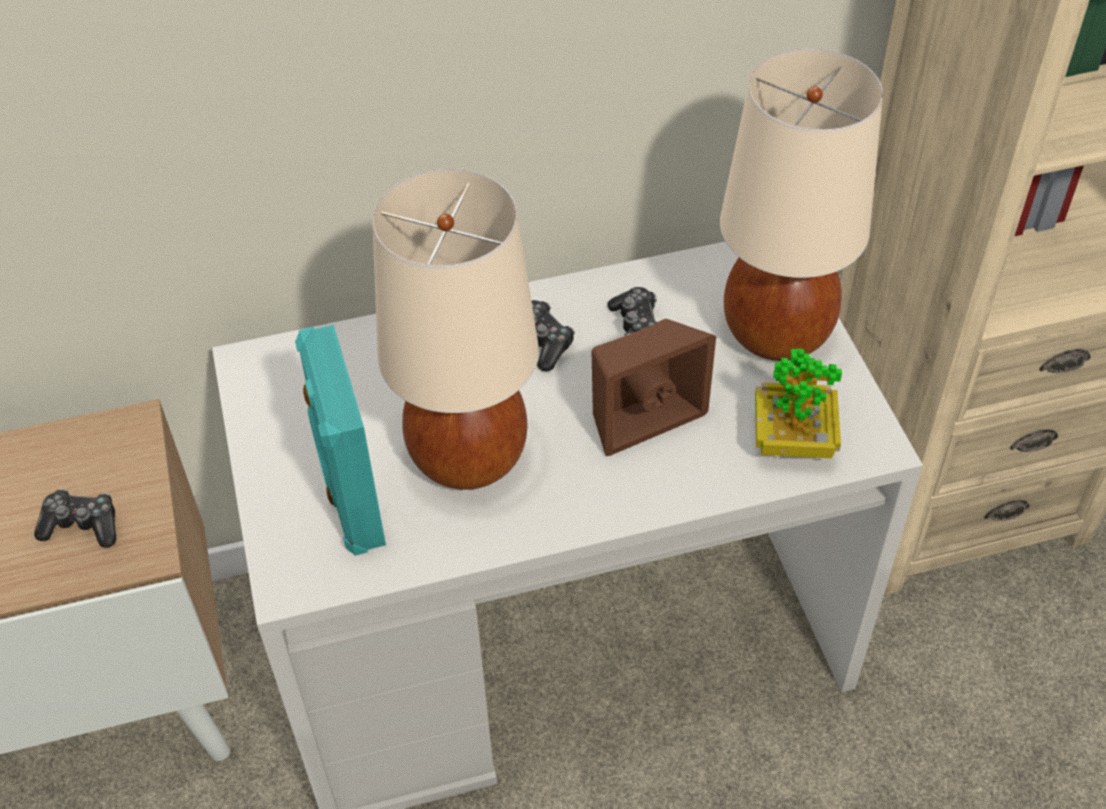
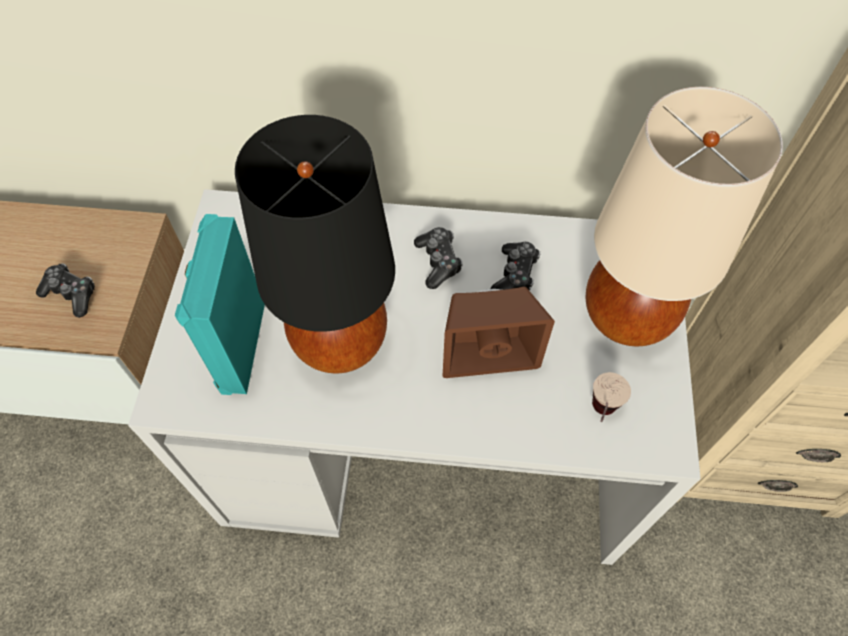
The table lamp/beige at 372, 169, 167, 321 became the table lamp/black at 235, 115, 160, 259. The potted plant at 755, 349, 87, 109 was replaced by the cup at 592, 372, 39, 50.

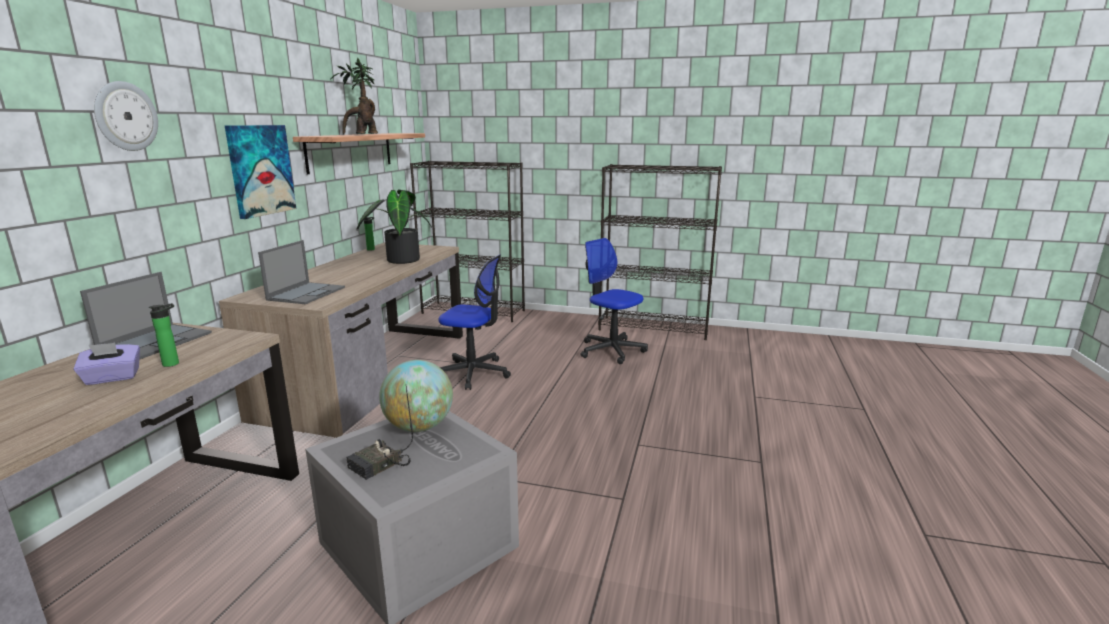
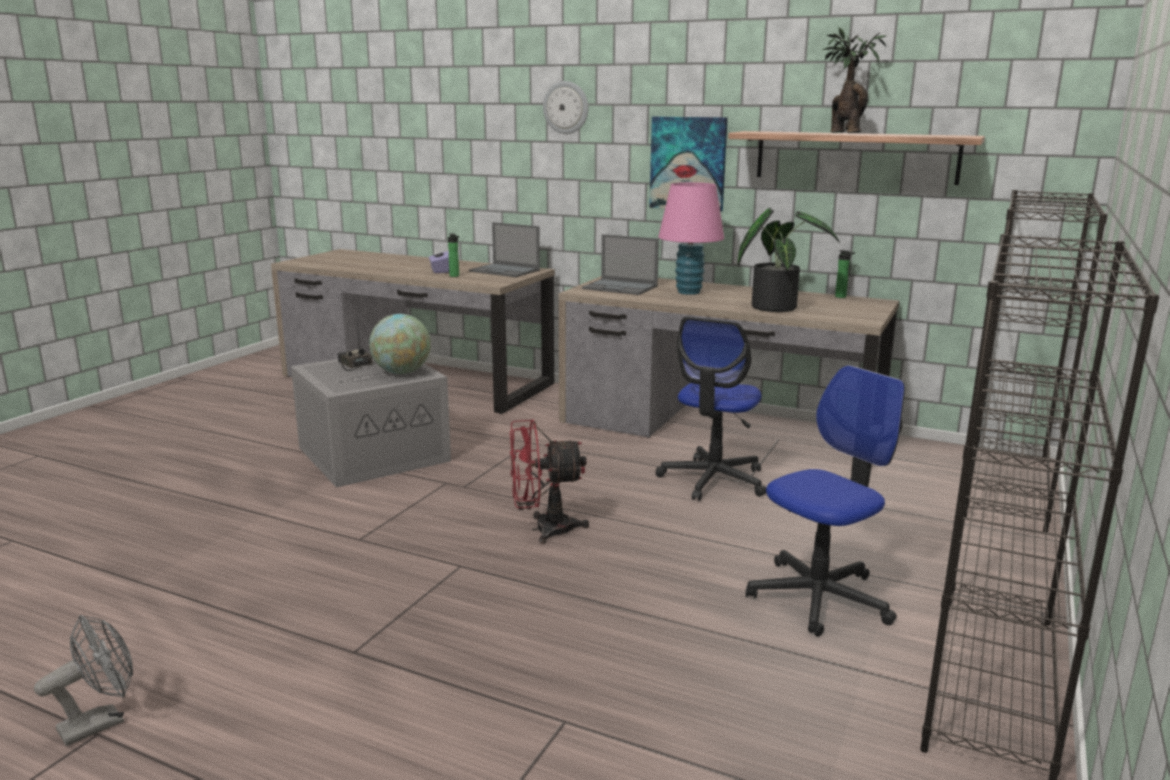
The table lamp/pink at 658, 182, 66, 113 appeared. The fan/red at 510, 419, 79, 125 appeared. The fan/grey at 34, 615, 99, 131 appeared.

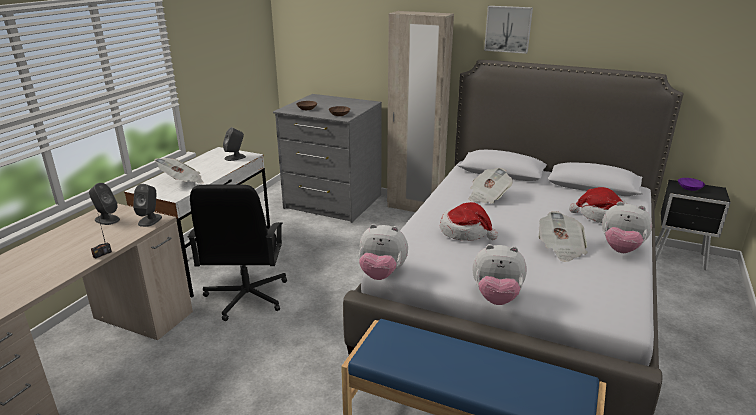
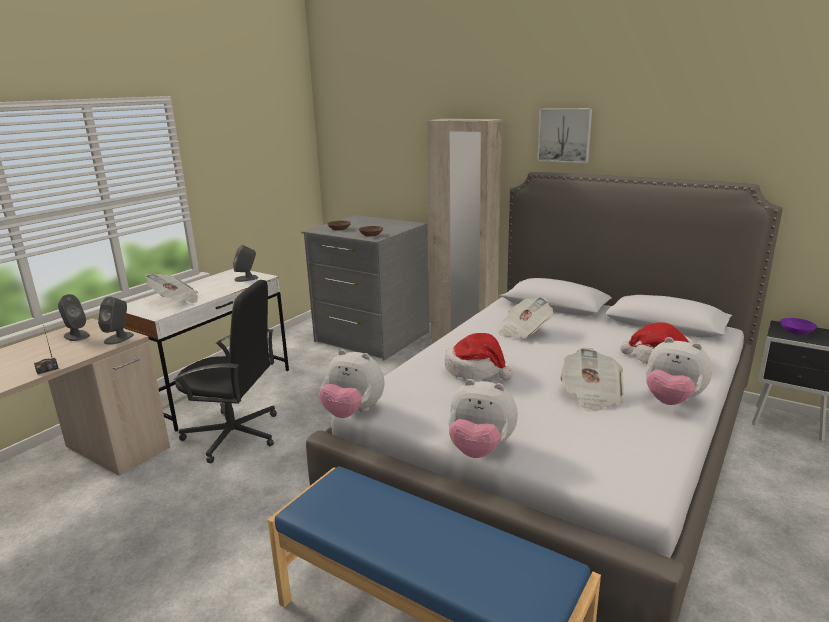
The office chair/black at 188, 184, 99, 137 turned 90 degrees counterclockwise.

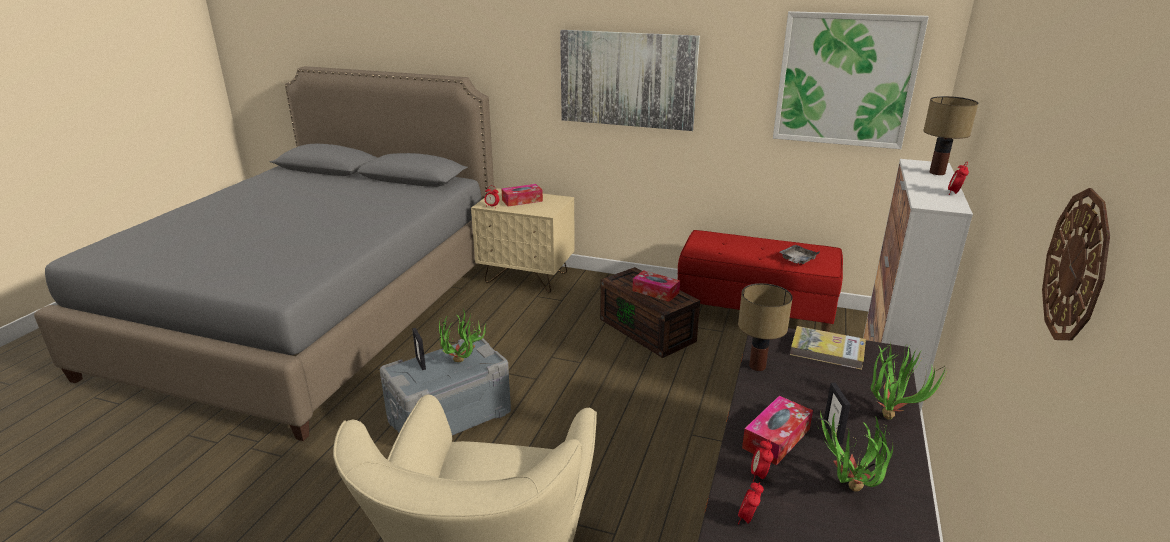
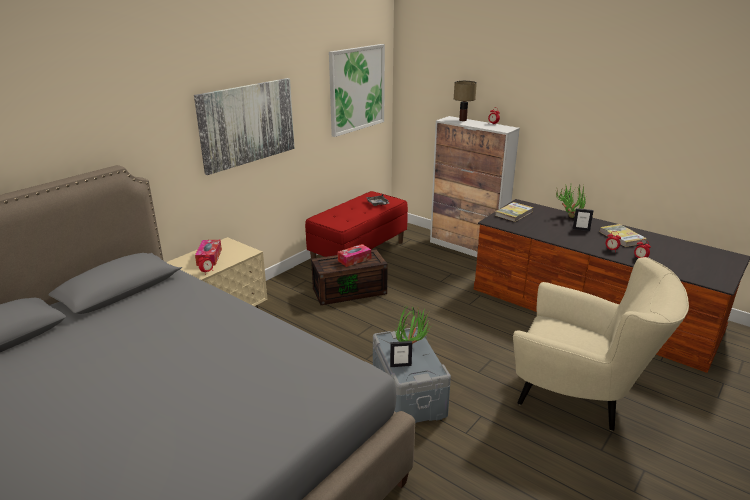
The wall clock at 1042, 188, 68, 152 disappeared. The table lamp at 738, 283, 55, 88 disappeared. The tissue box at 742, 396, 71, 70 disappeared. The potted plant at 818, 411, 75, 81 was replaced by the book at 600, 224, 47, 23.

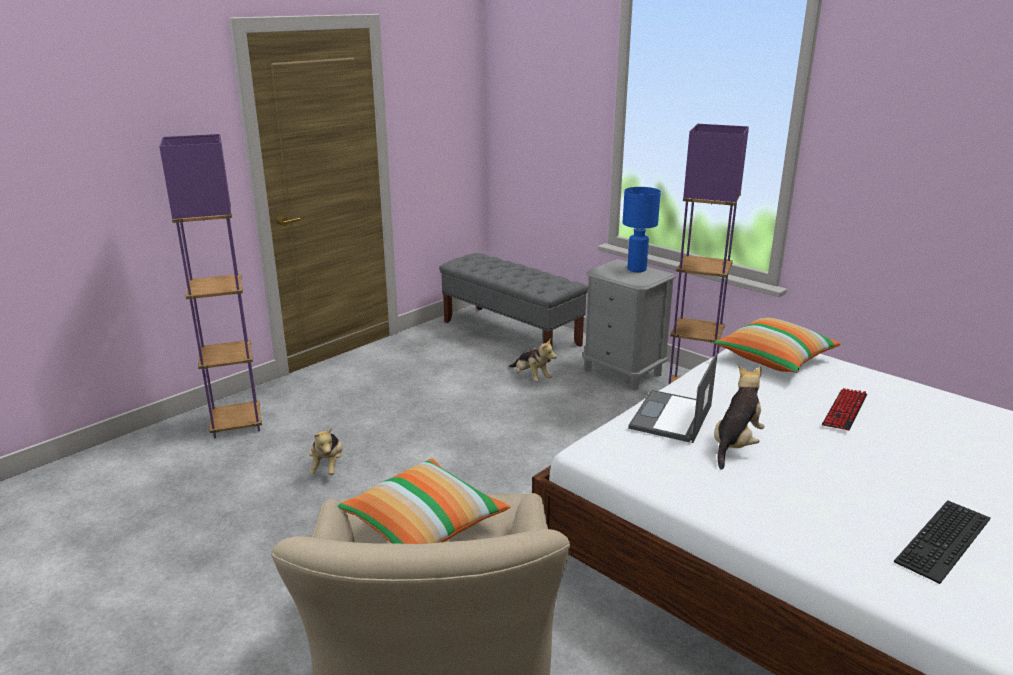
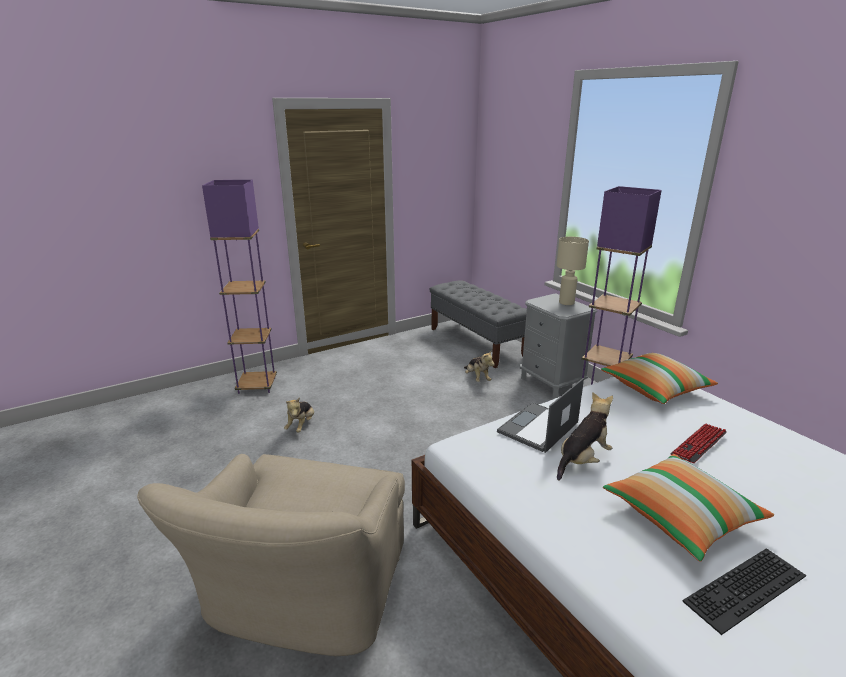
The table lamp/blue at 623, 187, 38, 85 became the table lamp/beige at 556, 237, 33, 68. The pillow moved from 337, 459, 173, 85 to 603, 454, 171, 108.

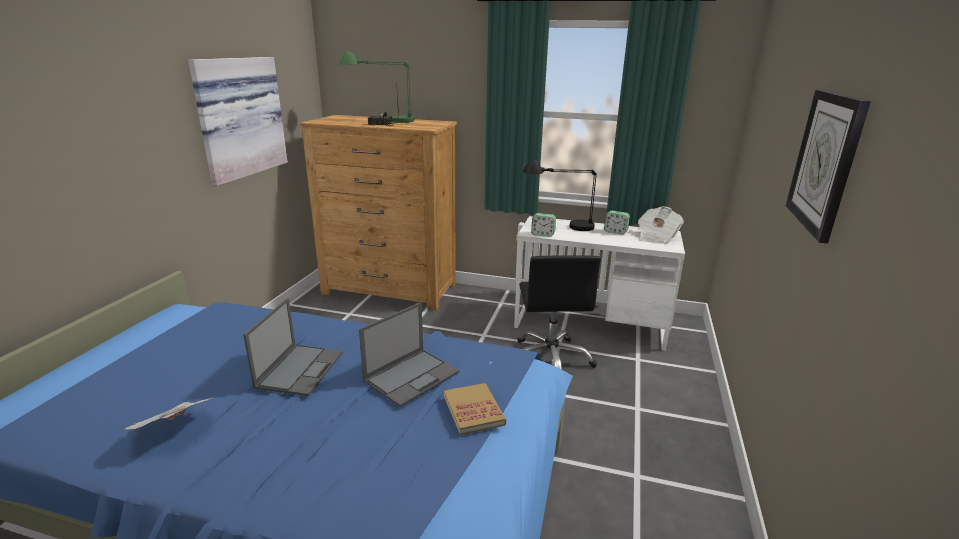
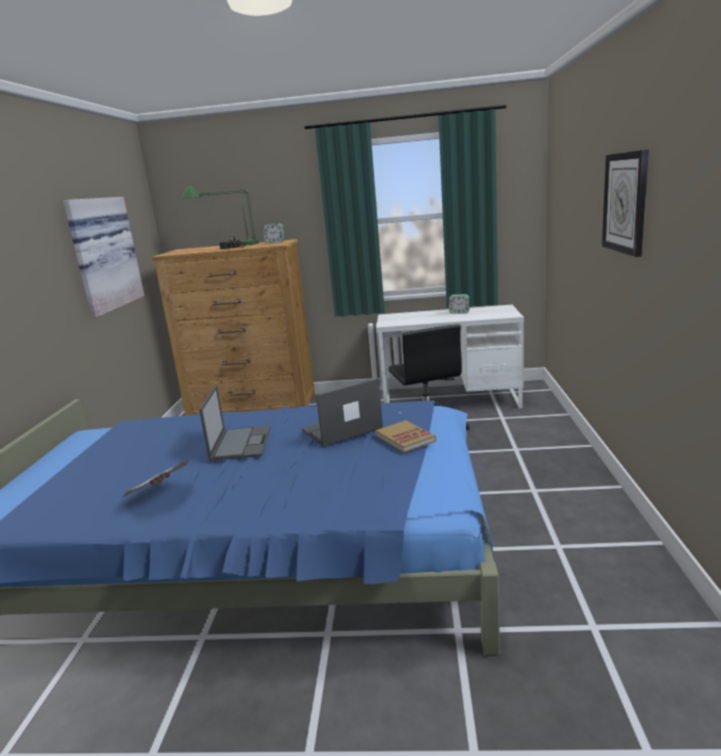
The table lamp/black at 523, 159, 74, 72 disappeared. The newspaper at 638, 206, 46, 36 disappeared. The alarm clock moved from 531, 213, 25, 24 to 262, 223, 23, 20. The laptop at 359, 302, 100, 105 turned 150 degrees counterclockwise.

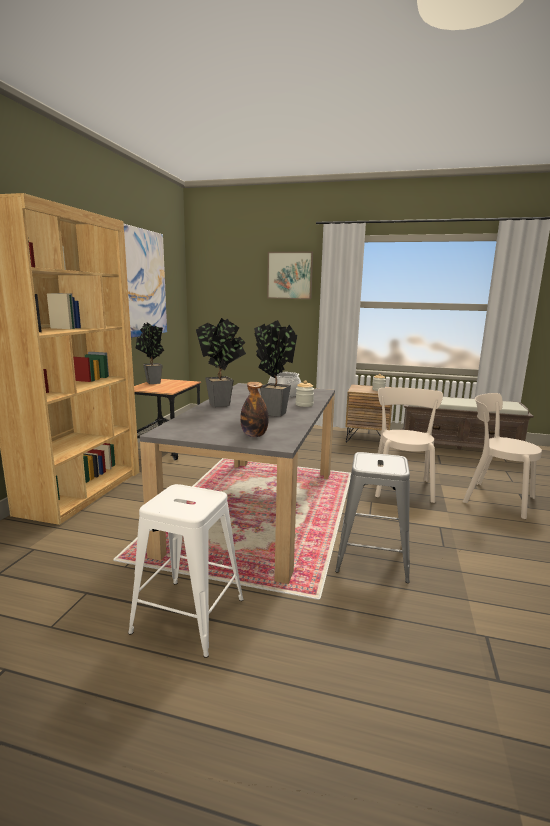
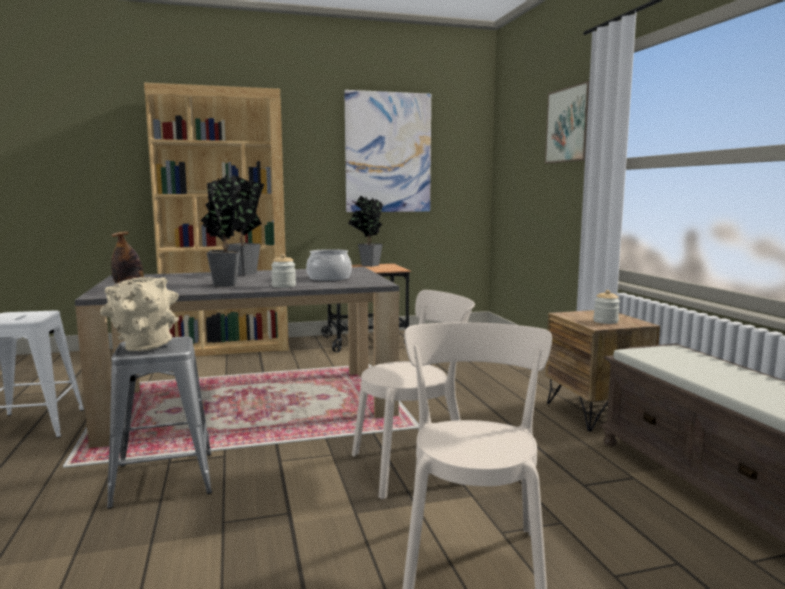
The vase/beige at 100, 277, 79, 75 appeared.

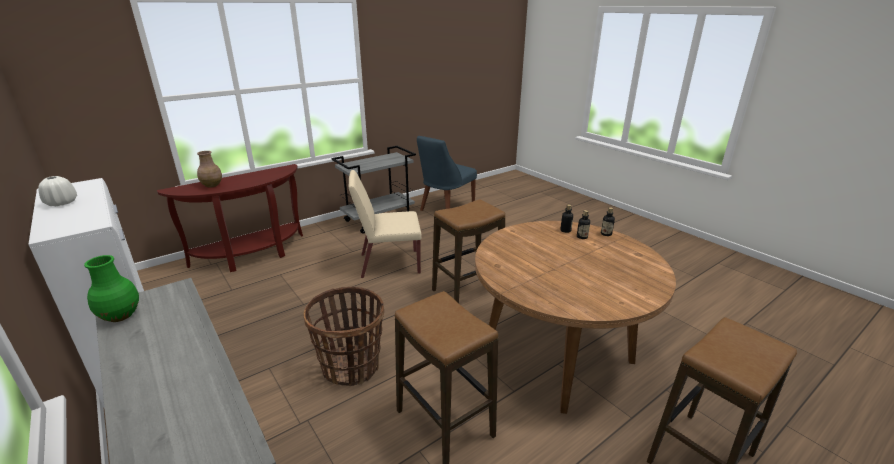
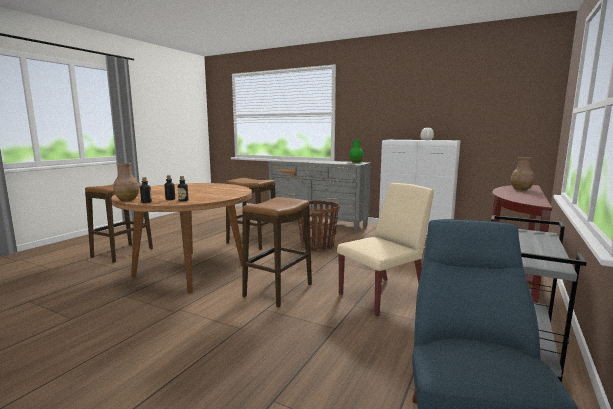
The vase/brown at 113, 163, 26, 38 appeared.

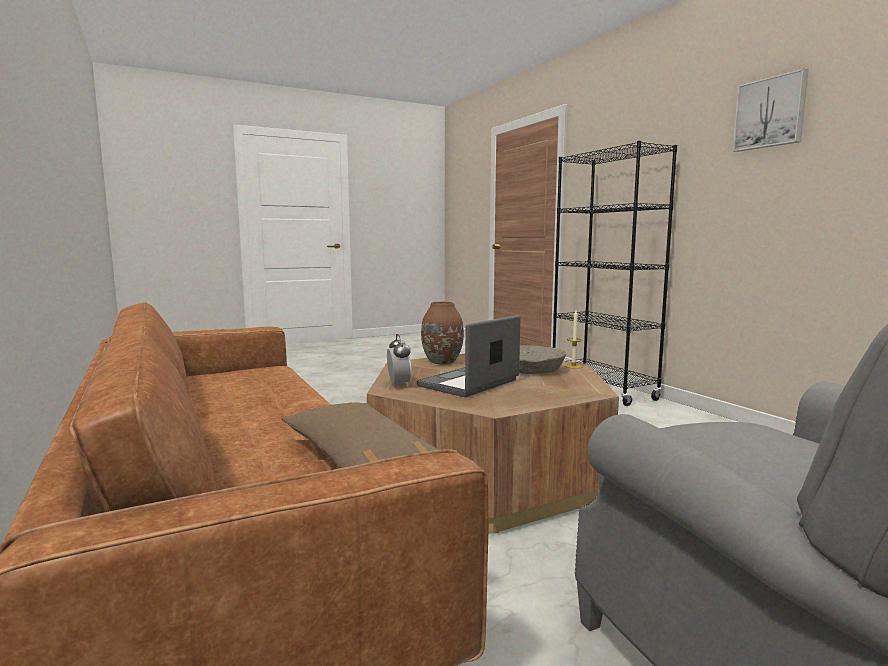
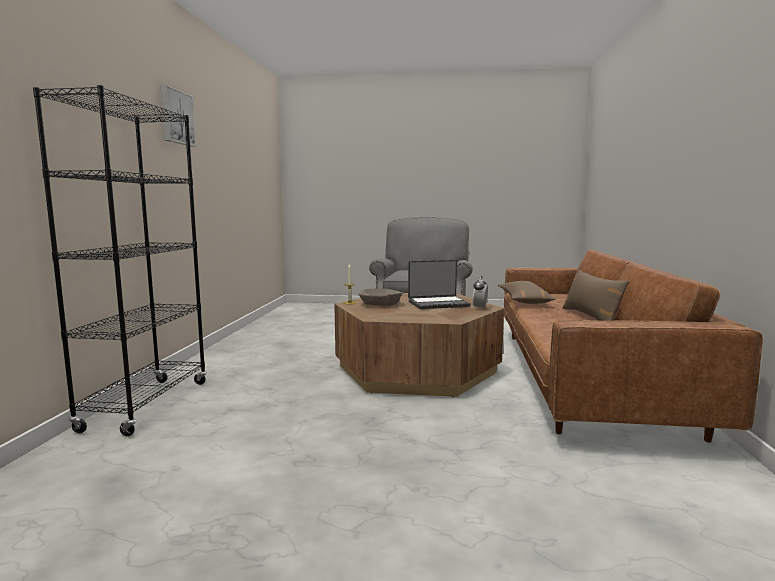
The vase/brown at 421, 301, 43, 64 disappeared. The pillow/brown at 562, 269, 68, 52 appeared.

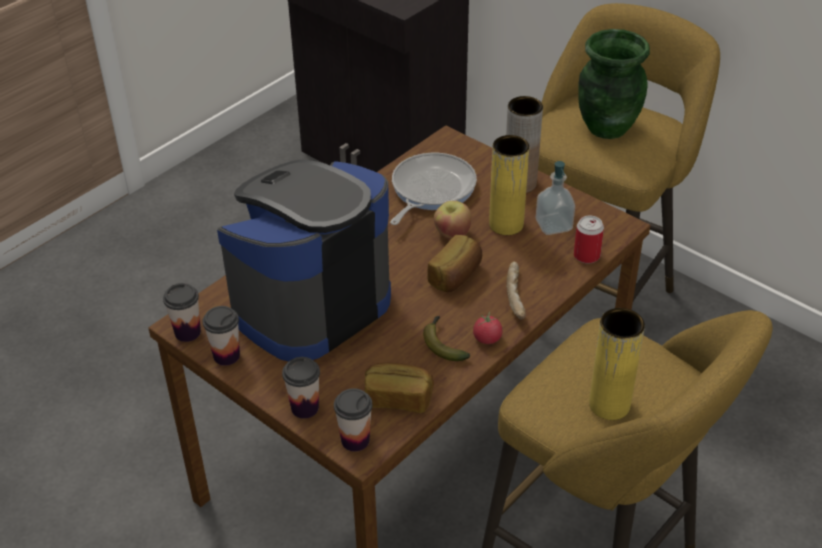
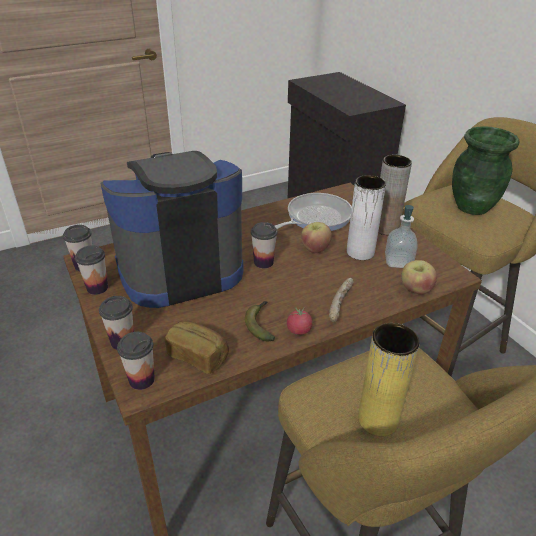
The vase/yellow at 489, 135, 40, 100 became the vase/white at 347, 175, 39, 85. The can at 574, 215, 30, 49 was replaced by the apple at 401, 260, 36, 34. The bread at 428, 235, 54, 57 disappeared. The cup at 251, 222, 27, 47 appeared.

